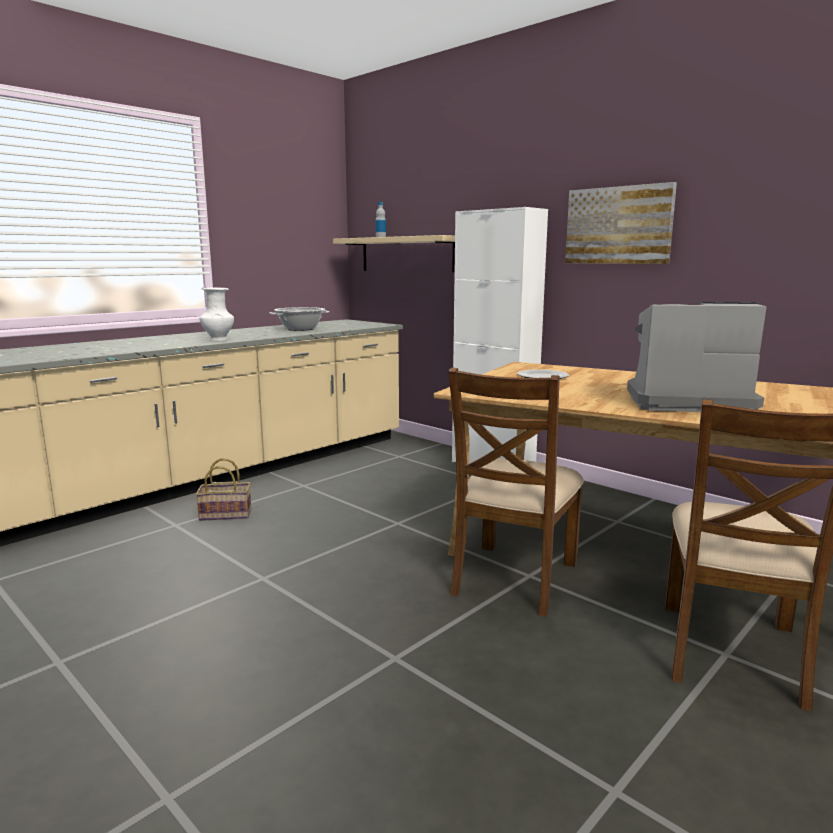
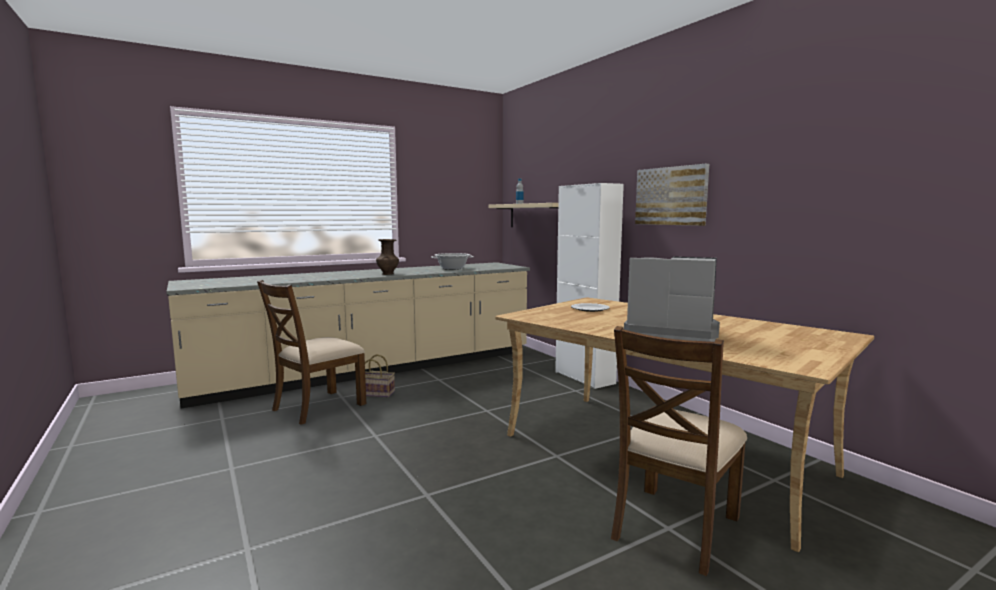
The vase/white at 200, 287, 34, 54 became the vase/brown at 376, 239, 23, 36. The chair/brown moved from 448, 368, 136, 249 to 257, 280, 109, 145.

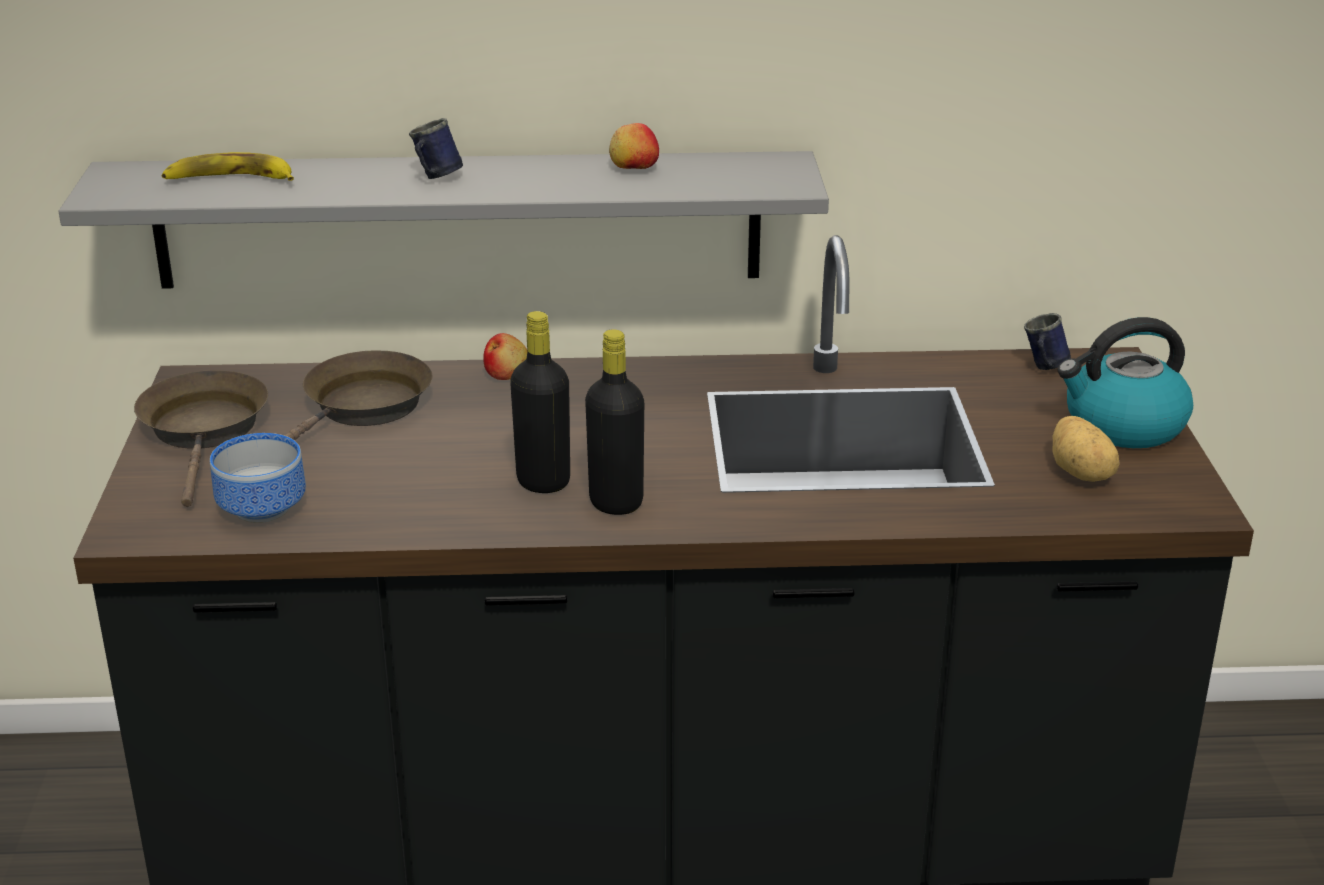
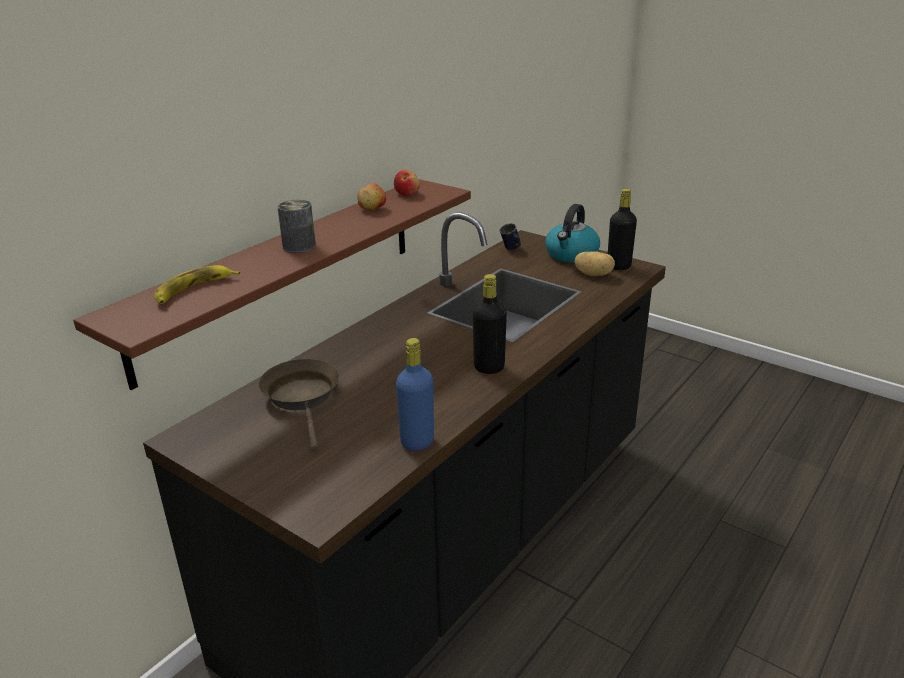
The mug/blue at 409, 118, 54, 61 was replaced by the can at 277, 199, 39, 54. The shelf/grey at 58, 151, 771, 138 became the shelf/brown at 73, 179, 398, 211. The bottle/black moved from 510, 311, 60, 182 to 608, 189, 29, 81. The apple moved from 483, 333, 45, 47 to 394, 170, 26, 26. The frying pan/brown at 134, 370, 134, 137 disappeared. The bowl at 210, 433, 96, 90 disappeared. The bottle/blue at 396, 338, 38, 113 appeared.

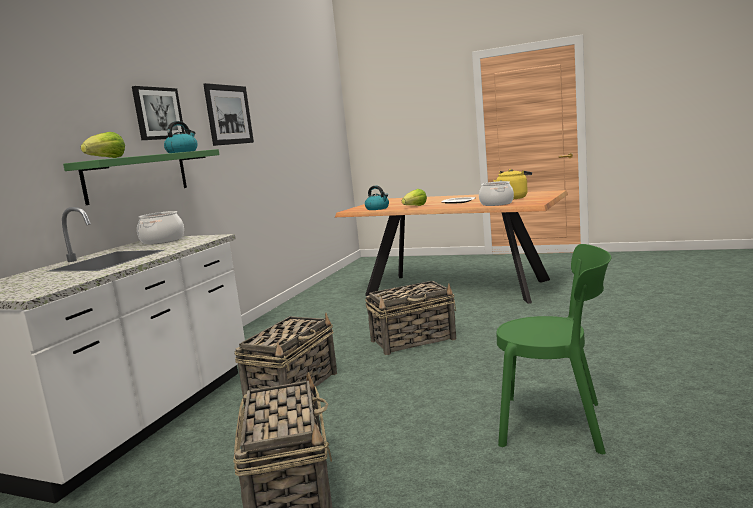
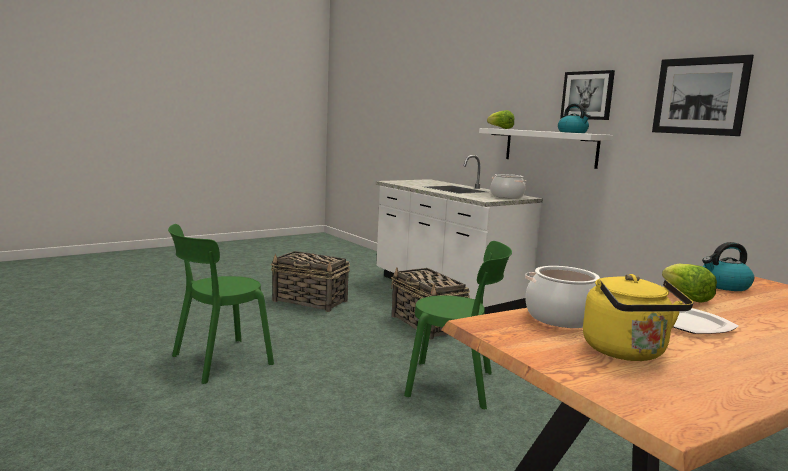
The shelf/green at 63, 149, 156, 56 became the shelf/white at 479, 128, 134, 41. The basket at 365, 281, 91, 74 was replaced by the chair/green at 404, 241, 108, 168.

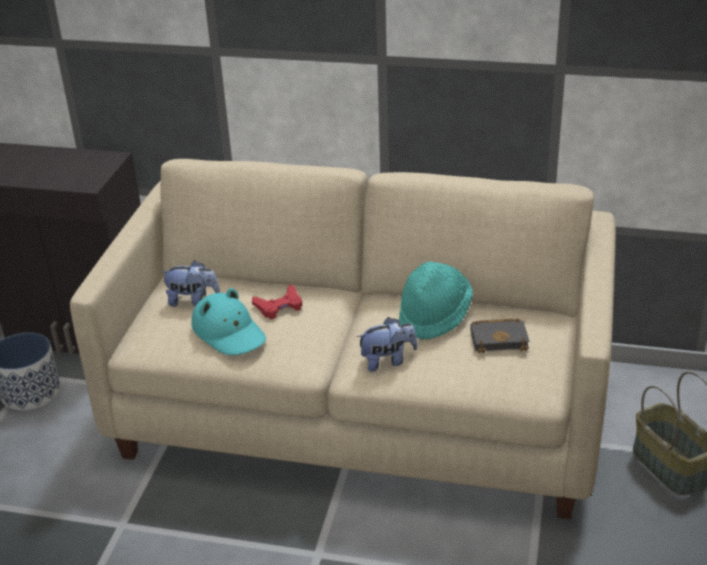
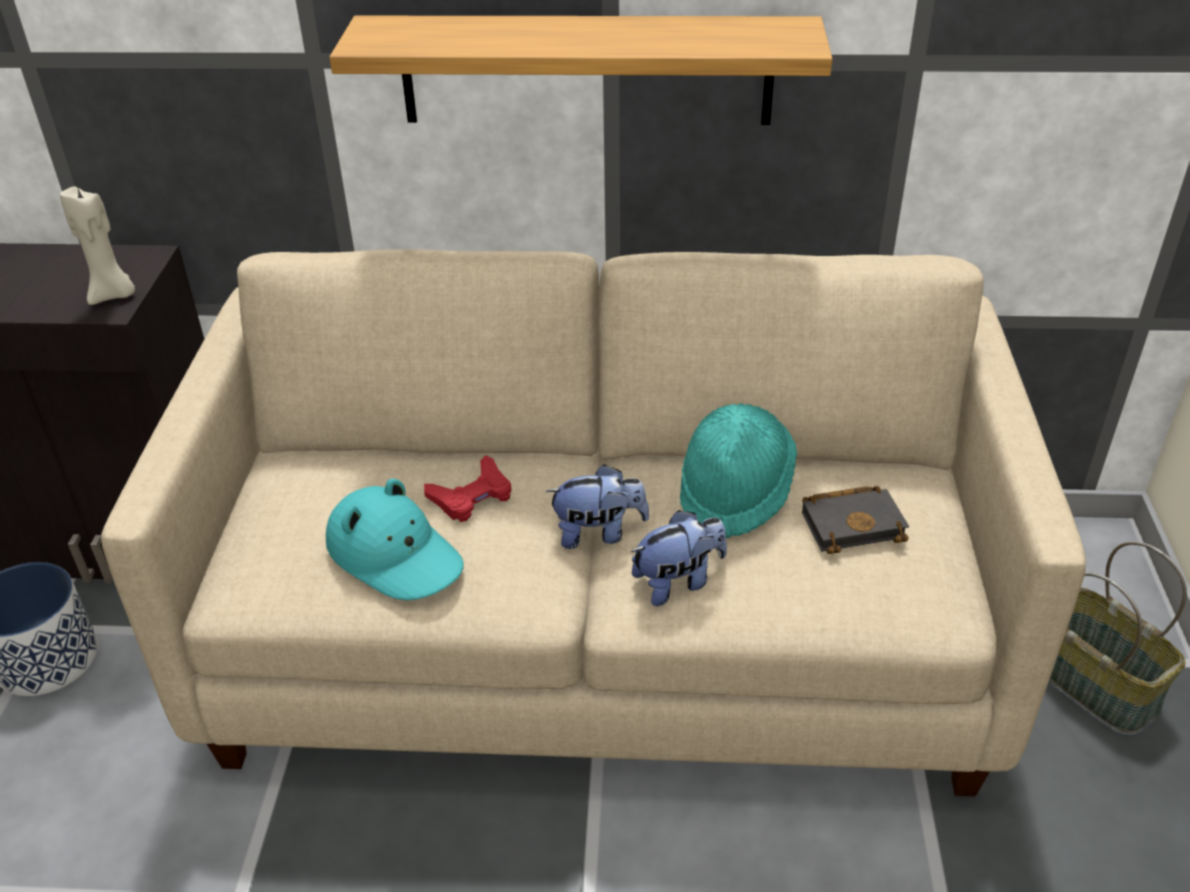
The plush toy moved from 160, 260, 60, 47 to 546, 464, 103, 85. The shelf at 329, 16, 503, 109 appeared. The candle/beige at 60, 186, 75, 119 appeared.

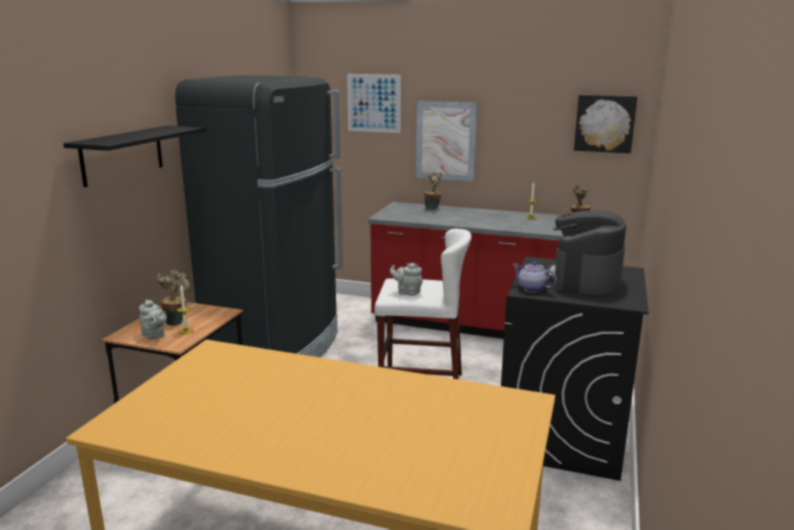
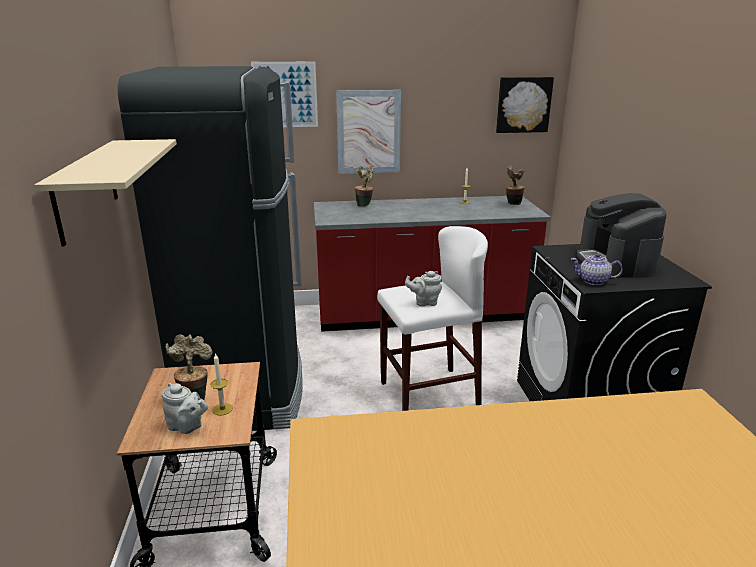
The shelf/black at 63, 126, 143, 61 became the shelf/beige at 35, 139, 142, 107.

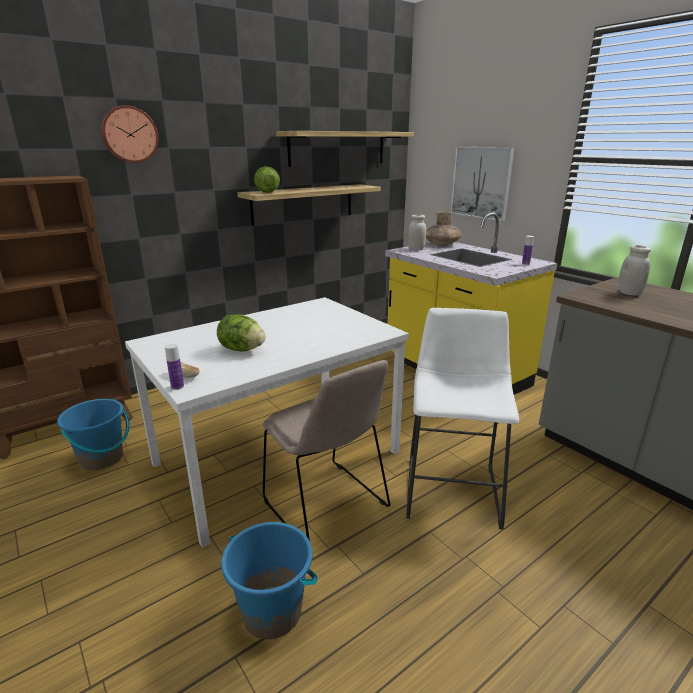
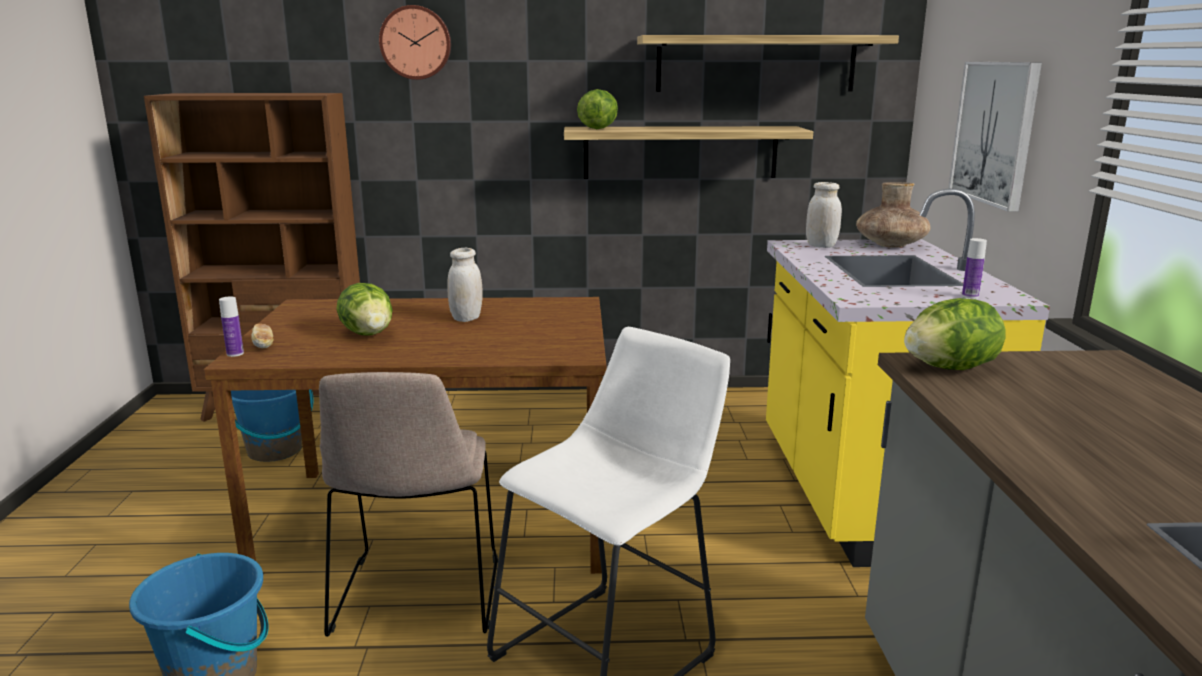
The jar/white moved from 619, 245, 32, 51 to 447, 248, 36, 74. The dining table/white at 125, 297, 284, 251 became the dining table/brown at 204, 297, 402, 277. The lettuce at 904, 298, 101, 72 appeared.

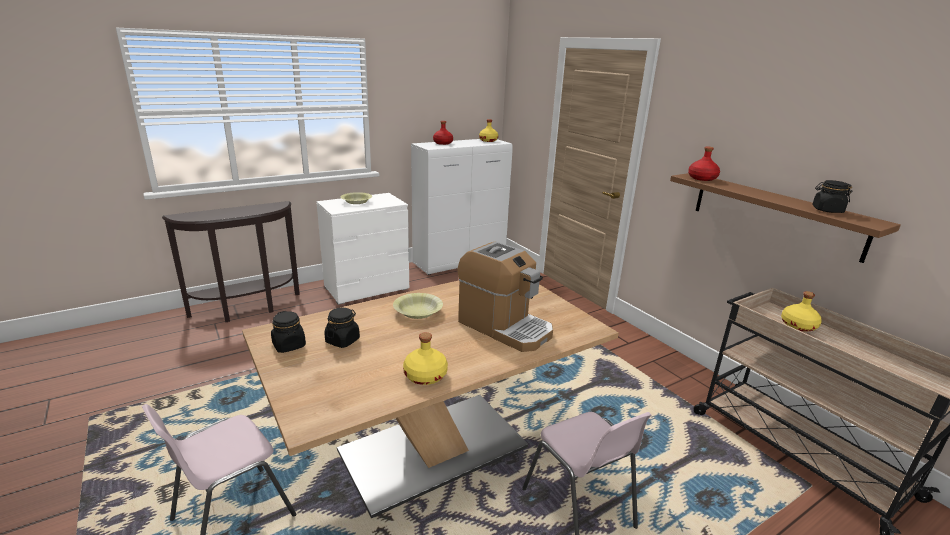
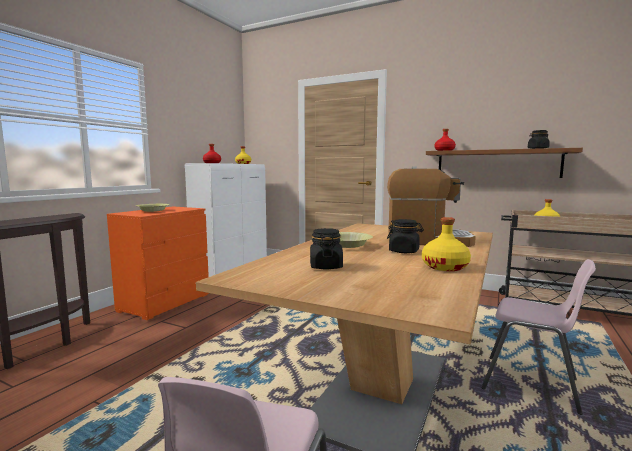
The dresser/white at 316, 193, 93, 112 became the dresser/orange at 107, 206, 102, 114. The jar/black moved from 271, 311, 35, 42 to 387, 219, 37, 34.

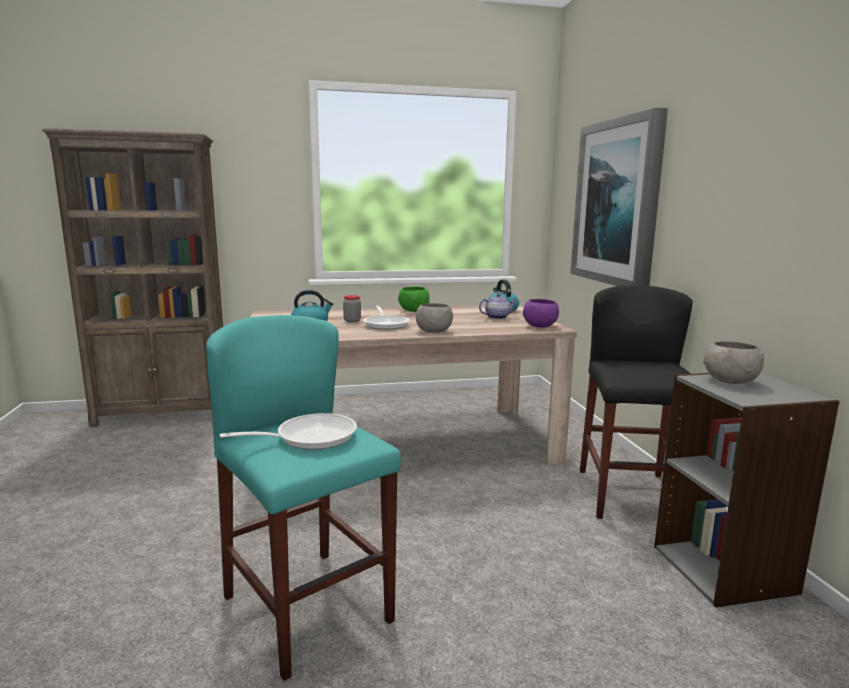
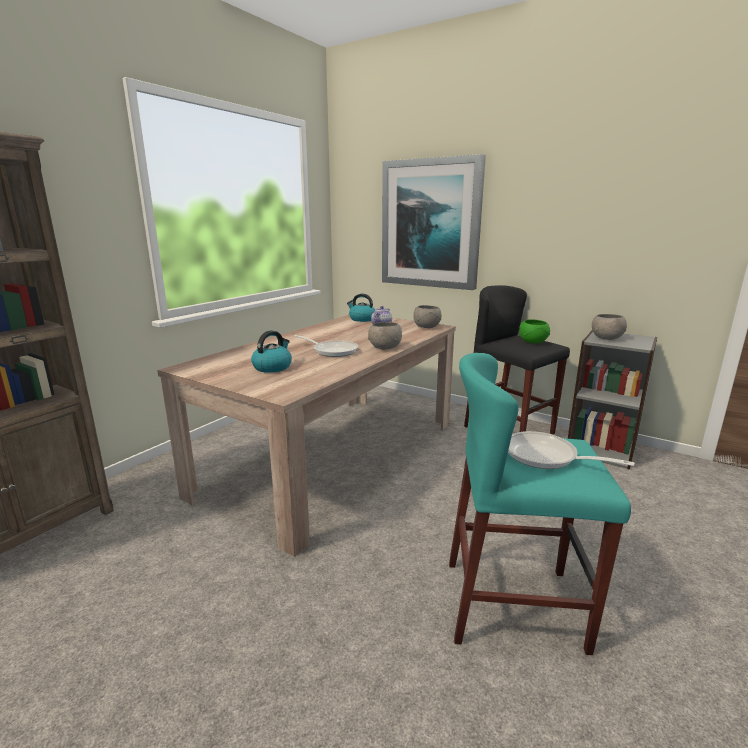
The bowl/green moved from 398, 287, 31, 25 to 519, 319, 31, 24. The jar at 343, 295, 18, 27 disappeared. The bowl/purple at 523, 299, 36, 29 became the bowl/grey at 413, 305, 29, 23. The frying pan at 219, 413, 138, 37 turned 75 degrees counterclockwise.

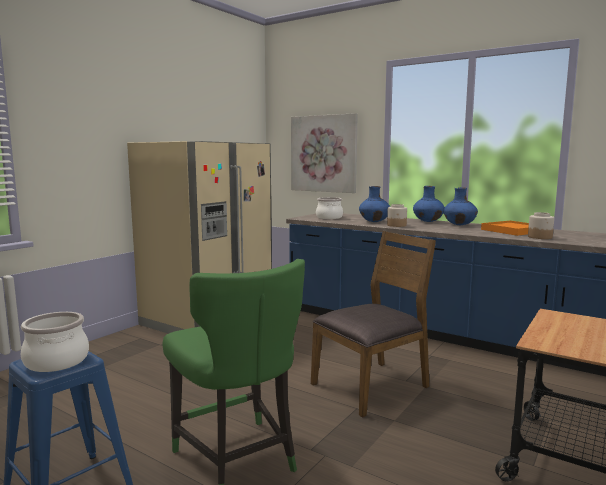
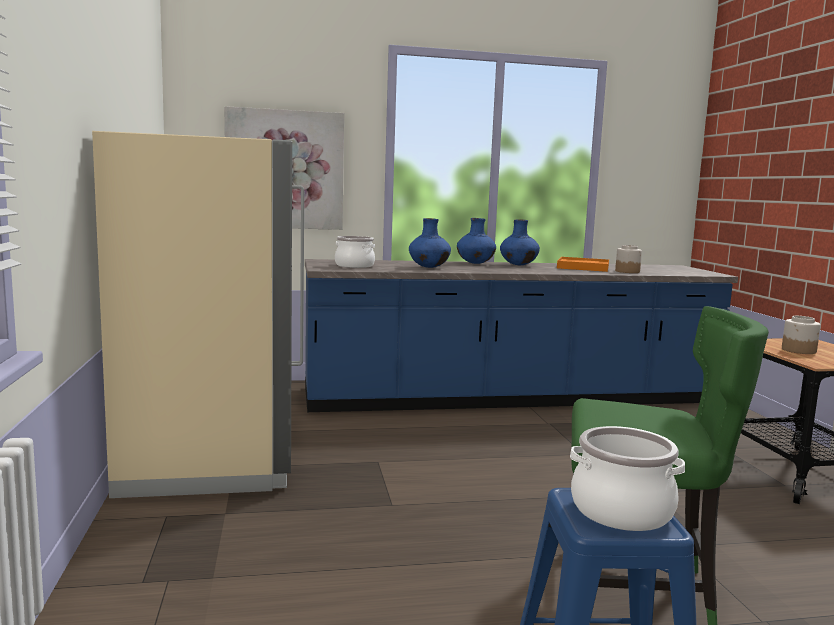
The jar moved from 387, 204, 20, 23 to 782, 316, 39, 38. The chair/brown at 311, 231, 125, 187 disappeared.

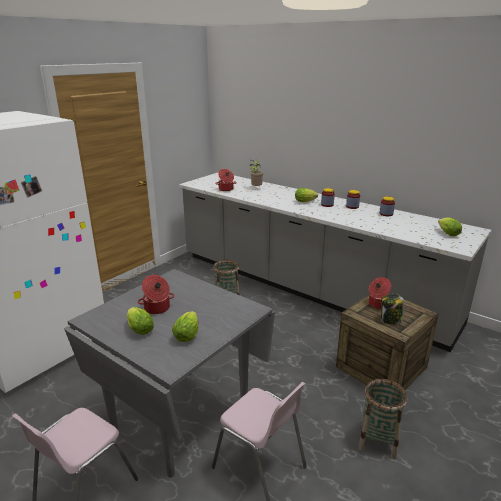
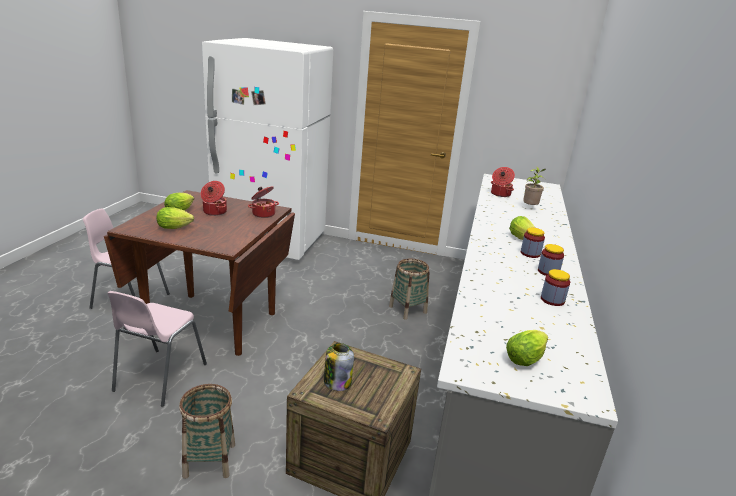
The dining table/grey at 64, 269, 211, 209 became the dining table/brown at 104, 190, 191, 166. The cooking pot moved from 369, 277, 22, 32 to 248, 186, 31, 32.

